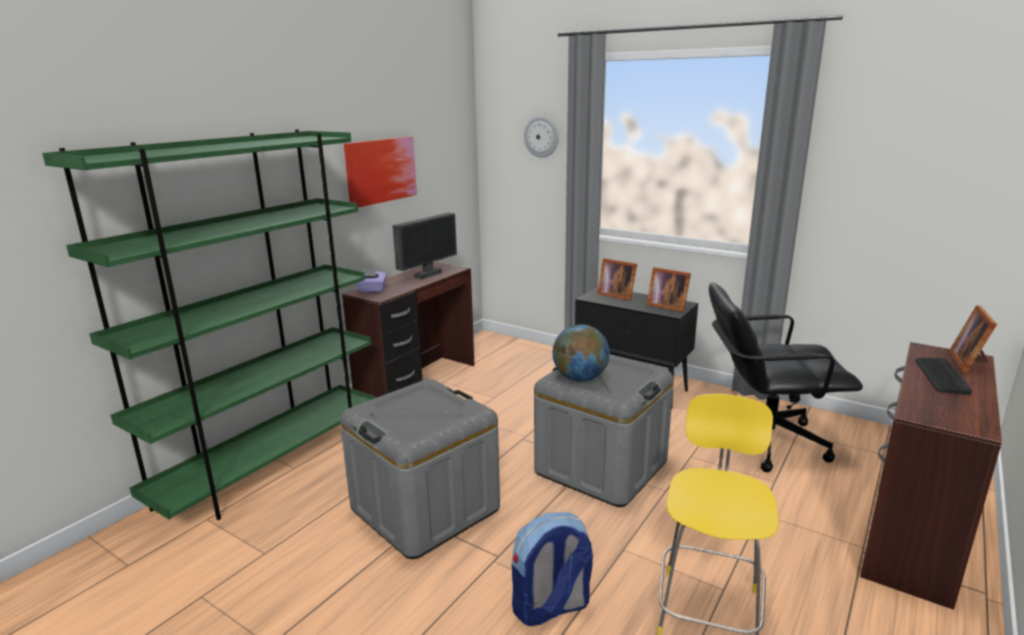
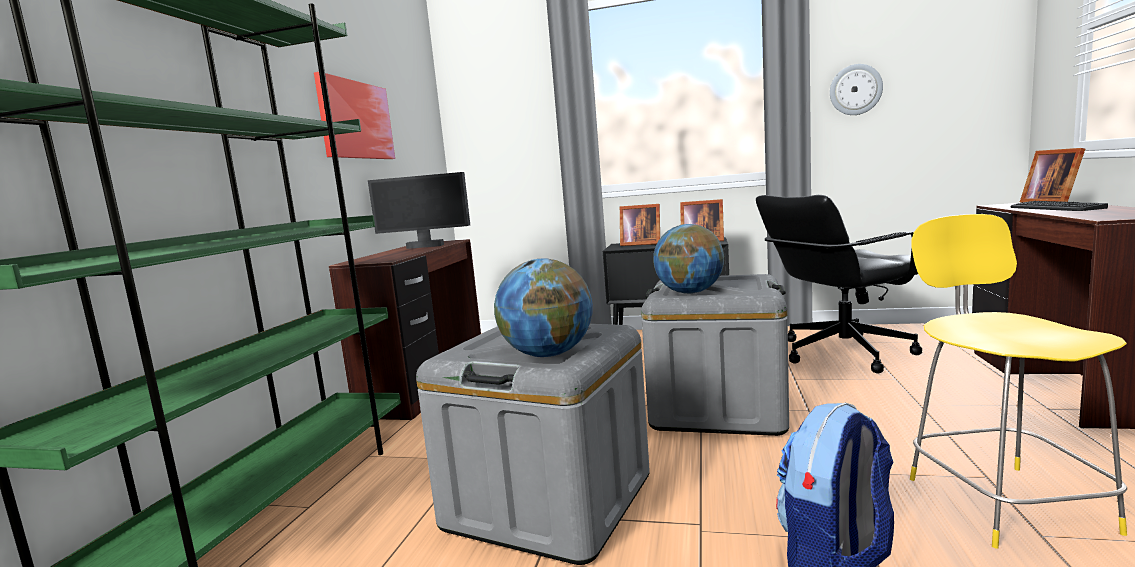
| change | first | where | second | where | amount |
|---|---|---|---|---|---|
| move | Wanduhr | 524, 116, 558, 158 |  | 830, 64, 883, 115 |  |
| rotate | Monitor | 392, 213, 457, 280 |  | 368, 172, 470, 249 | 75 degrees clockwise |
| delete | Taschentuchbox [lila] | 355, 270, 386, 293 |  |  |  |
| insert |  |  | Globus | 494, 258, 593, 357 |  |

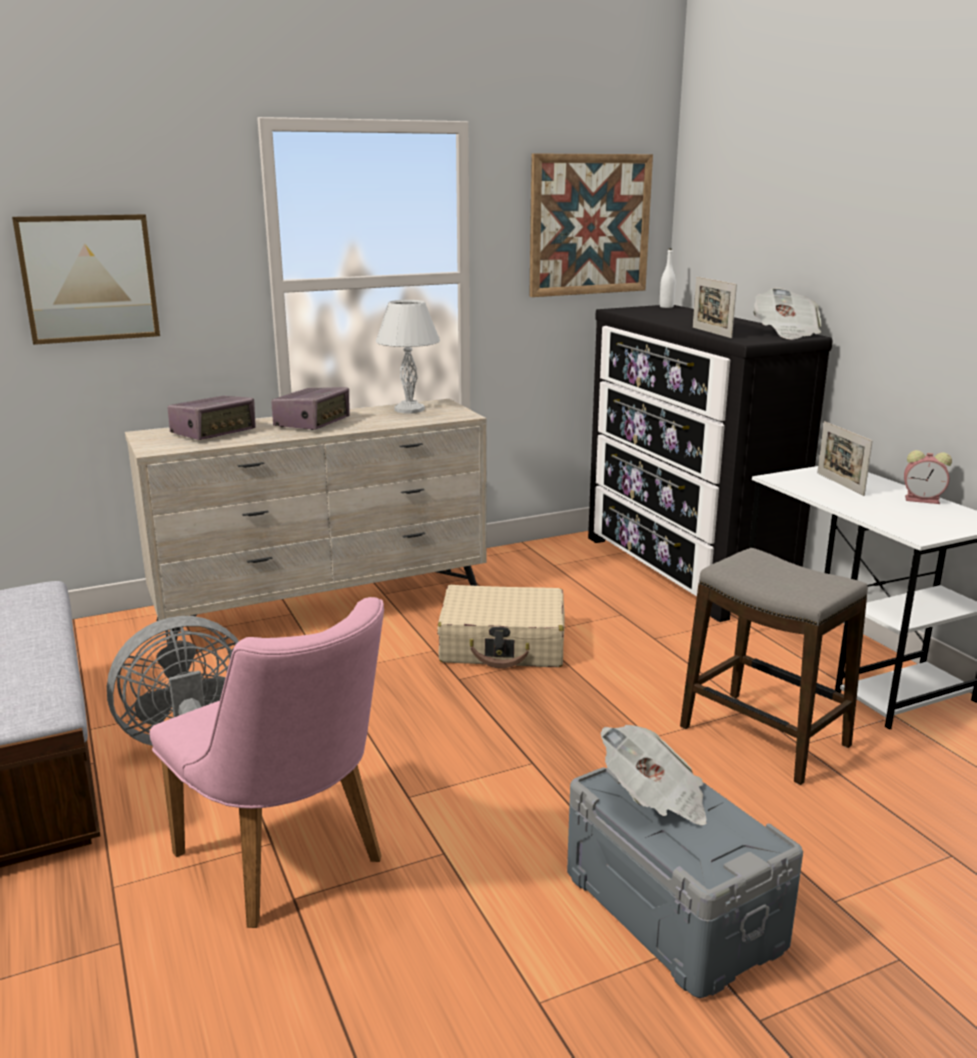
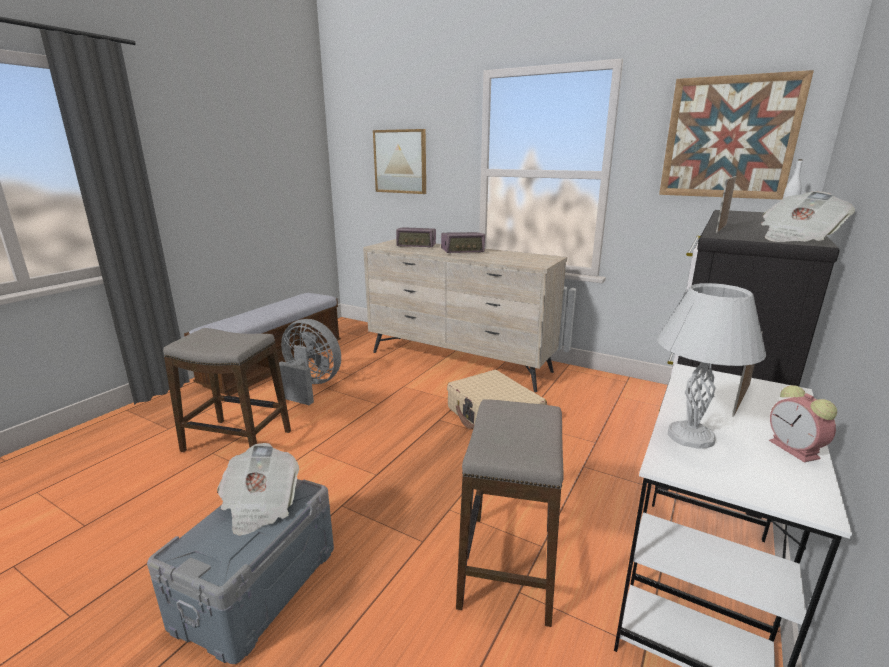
| change | first | where | second | where | amount |
|---|---|---|---|---|---|
| move | Tischlampe [weiß] | 376, 300, 440, 414 |  | 657, 283, 766, 449 |  |
| replace | Stuhl [rosa] | 150, 597, 384, 928 | Hocker | 163, 328, 291, 452 |  |

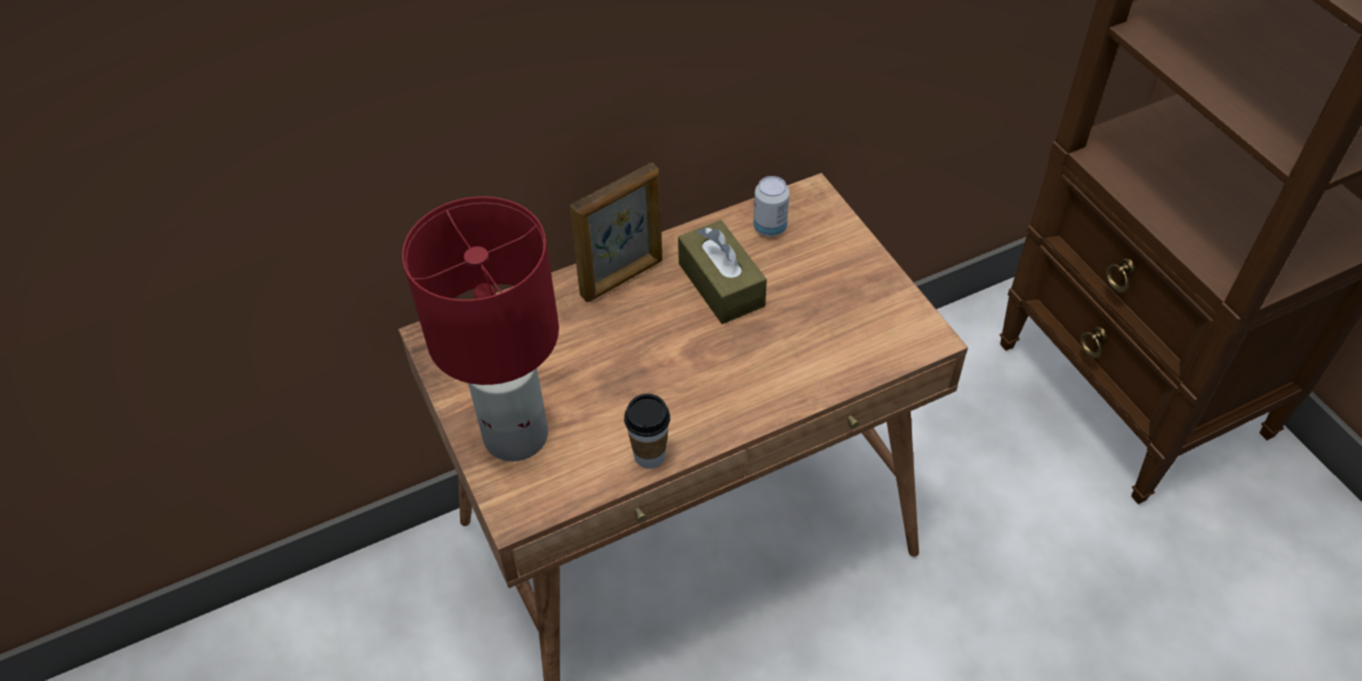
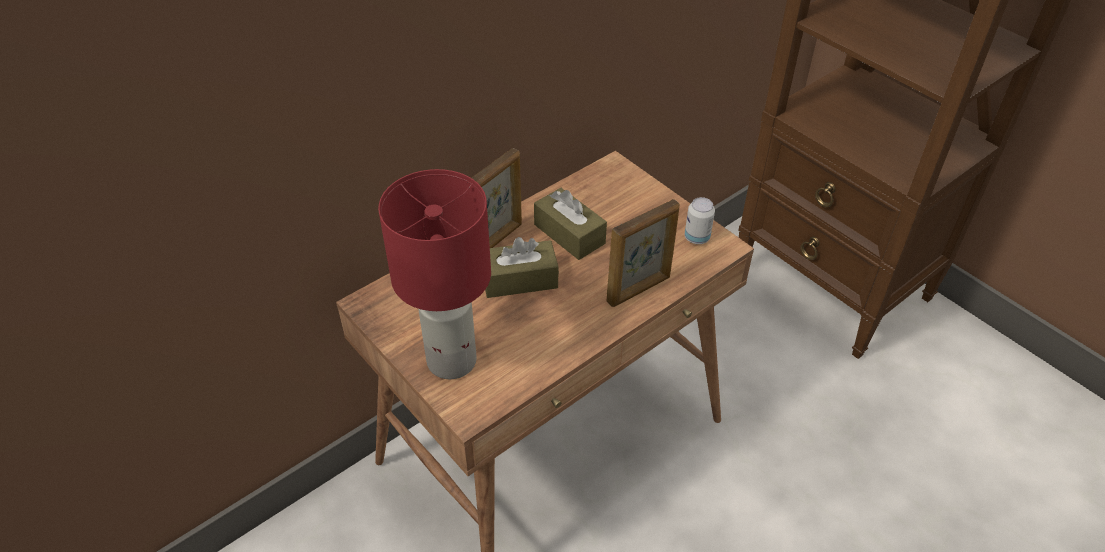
| change | first | where | second | where | amount |
|---|---|---|---|---|---|
| move | Dose | 753, 176, 789, 237 |  | 685, 197, 715, 244 |  |
| delete | Tasse | 624, 394, 670, 469 |  |  |  |
| insert |  |  | Bilderrahmen | 606, 199, 680, 307 |  |
| insert |  |  | Taschentuchbox [braun] | 485, 237, 559, 298 |  |

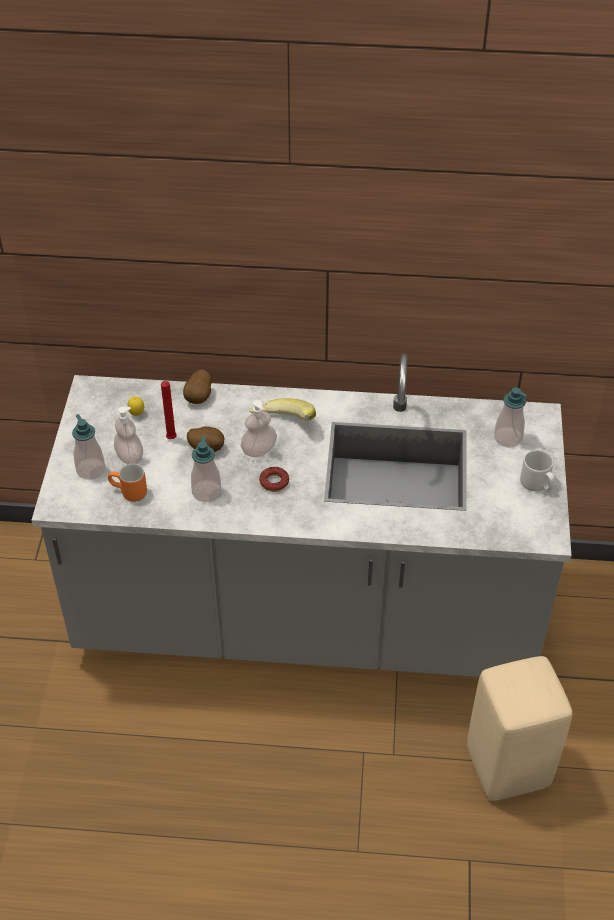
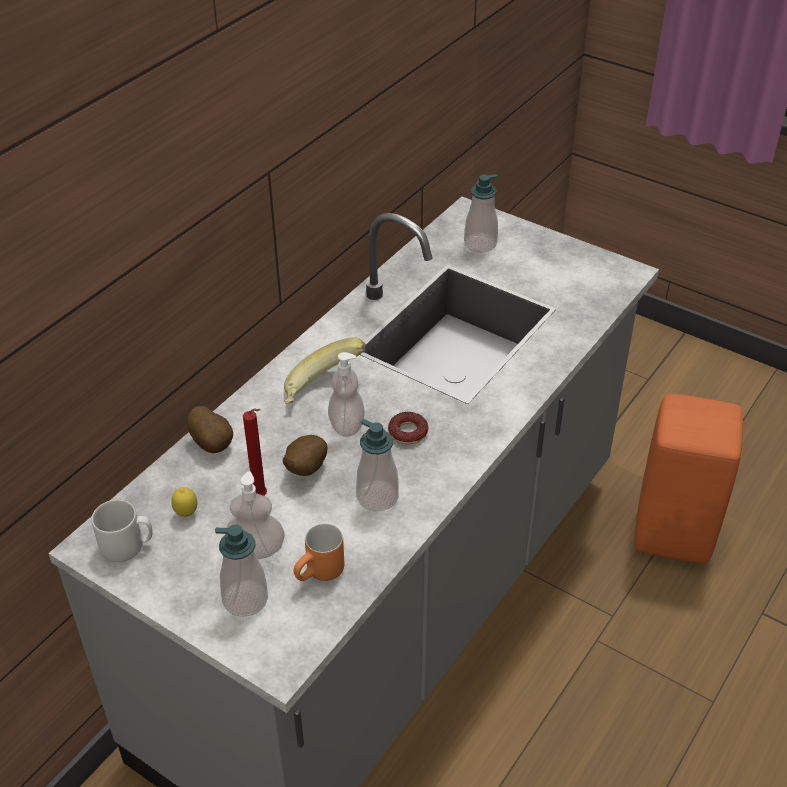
| change | first | where | second | where | amount |
|---|---|---|---|---|---|
| move | Henkelbecher [grau] | 520, 450, 554, 492 |  | 92, 500, 153, 562 |  |
| recolor | Hocker [beige] | 467, 656, 573, 801 | Hocker [orange] | 635, 394, 743, 563 |  |

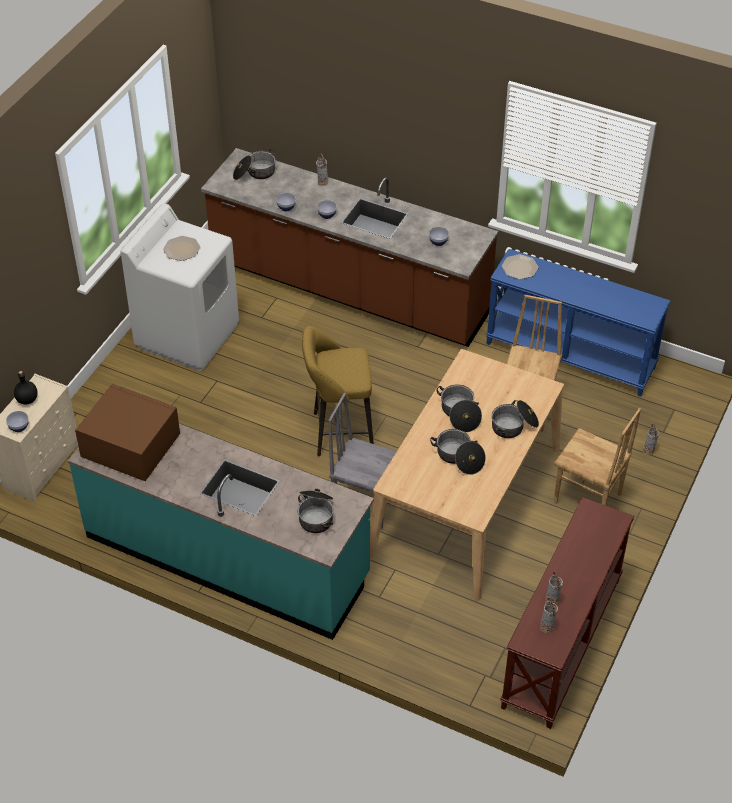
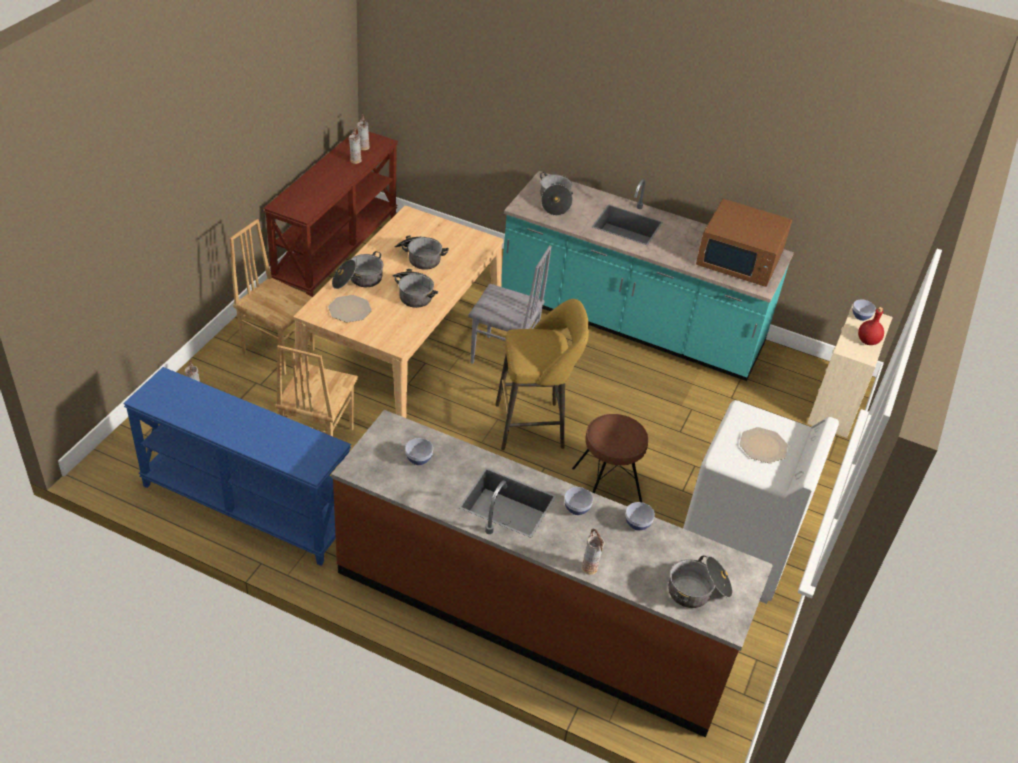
| change | first | where | second | where | amount |
|---|---|---|---|---|---|
| move | Teller | 502, 254, 538, 279 |  | 328, 295, 372, 322 |  |
| recolor | Flasche [schwarz] | 14, 371, 38, 404 | Flasche [rot] | 858, 307, 884, 345 |  |
| insert |  |  | Hocker [braun] | 572, 414, 649, 502 |  |

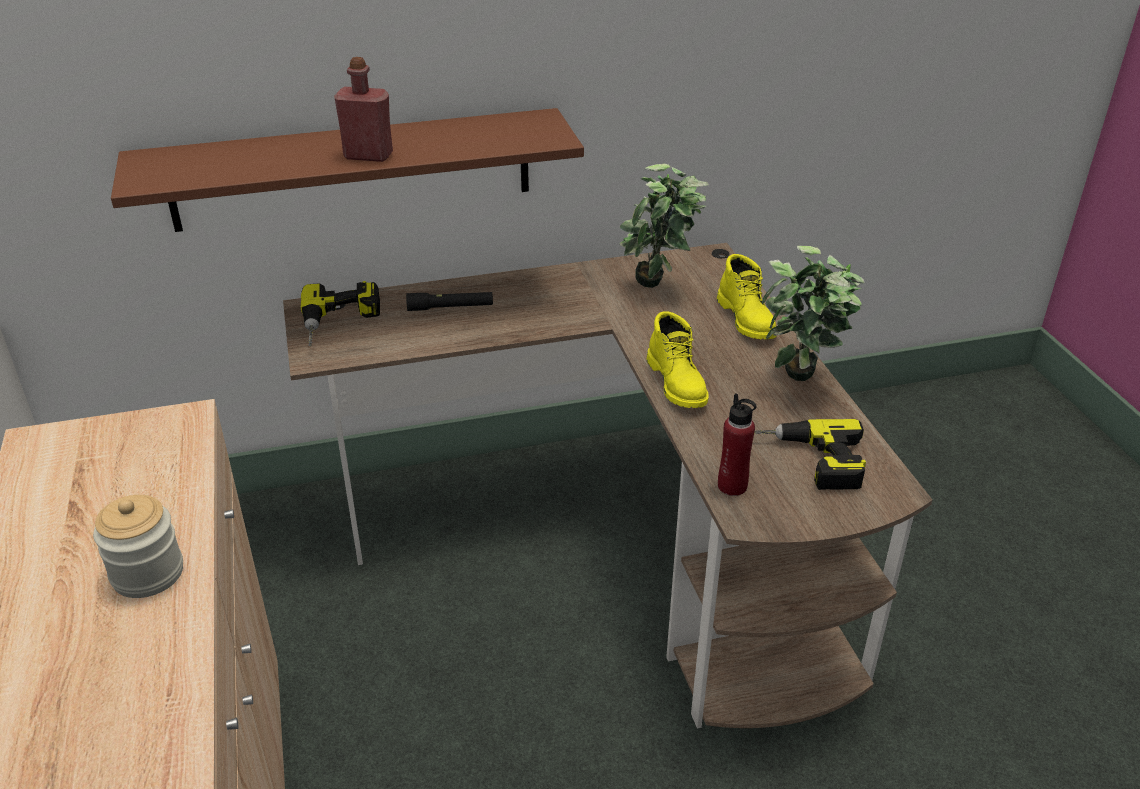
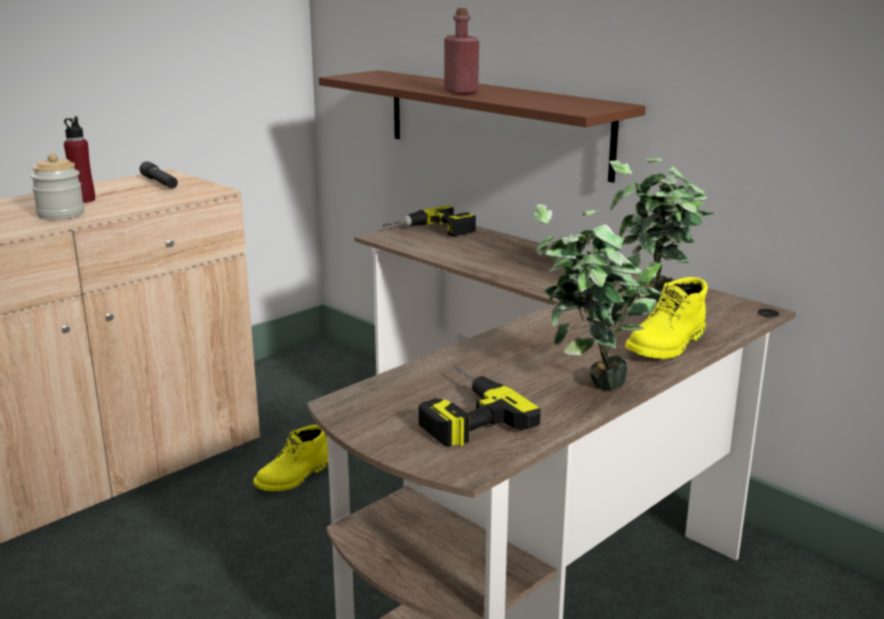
| change | first | where | second | where | amount |
|---|---|---|---|---|---|
| move | Taschenlampe [schwarz] | 406, 292, 493, 311 |  | 140, 161, 178, 188 |  |
| move | Stiefel [gelb] | 646, 311, 709, 408 |  | 253, 425, 328, 491 |  |
| move | Flasche [rot] | 718, 393, 757, 496 |  | 64, 117, 95, 203 |  |

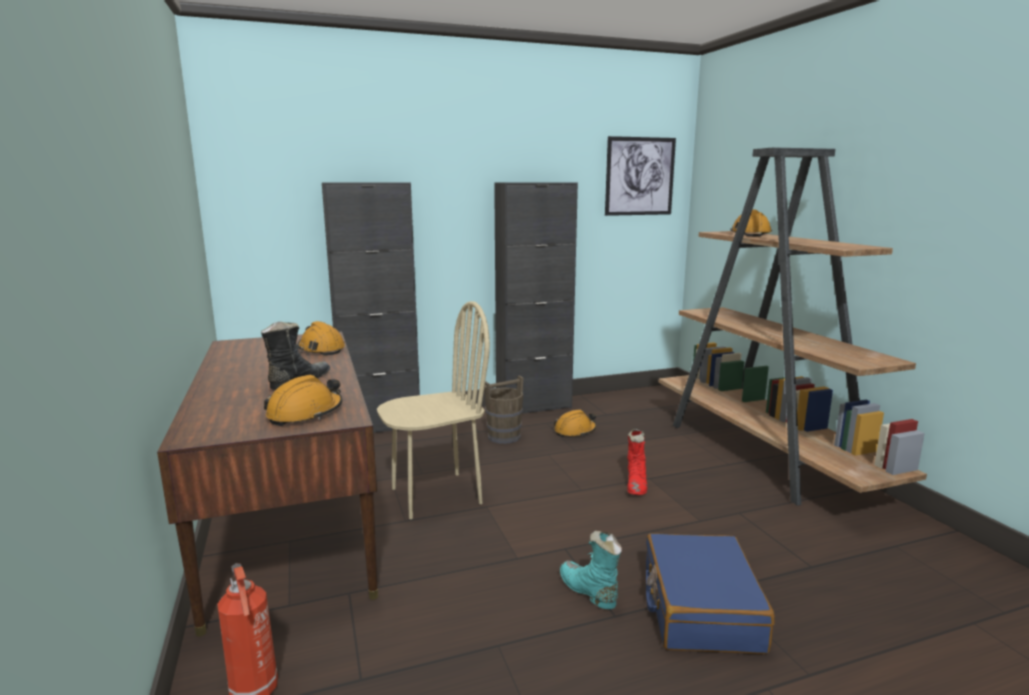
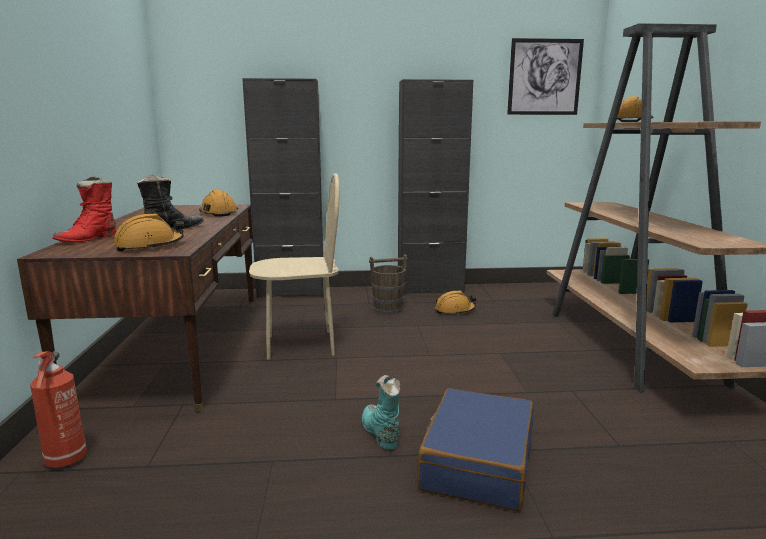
| change | first | where | second | where | amount |
|---|---|---|---|---|---|
| move | Stiefel [rot] | 627, 429, 647, 495 |  | 52, 176, 116, 242 |  |

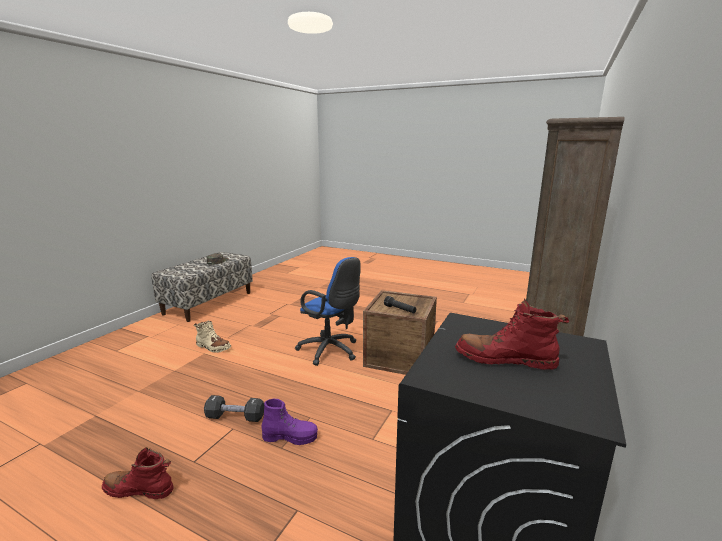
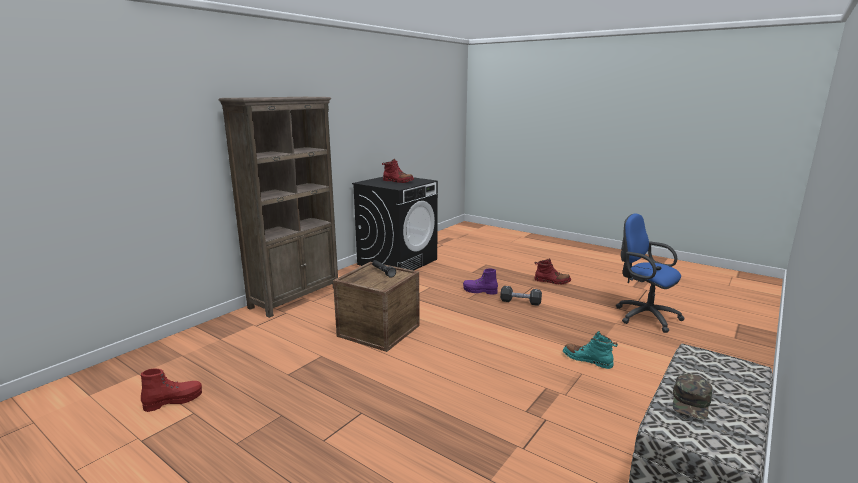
| change | first | where | second | where | amount |
|---|---|---|---|---|---|
| move | Bürostuhl [blau] | 295, 257, 361, 366 |  | 616, 213, 685, 333 |  |
| recolor | Stiefel [beige] | 193, 320, 231, 353 | Stiefel [türkis] | 563, 331, 618, 369 |  |
| insert |  |  | Stiefel [rot] | 141, 369, 202, 412 |  |

